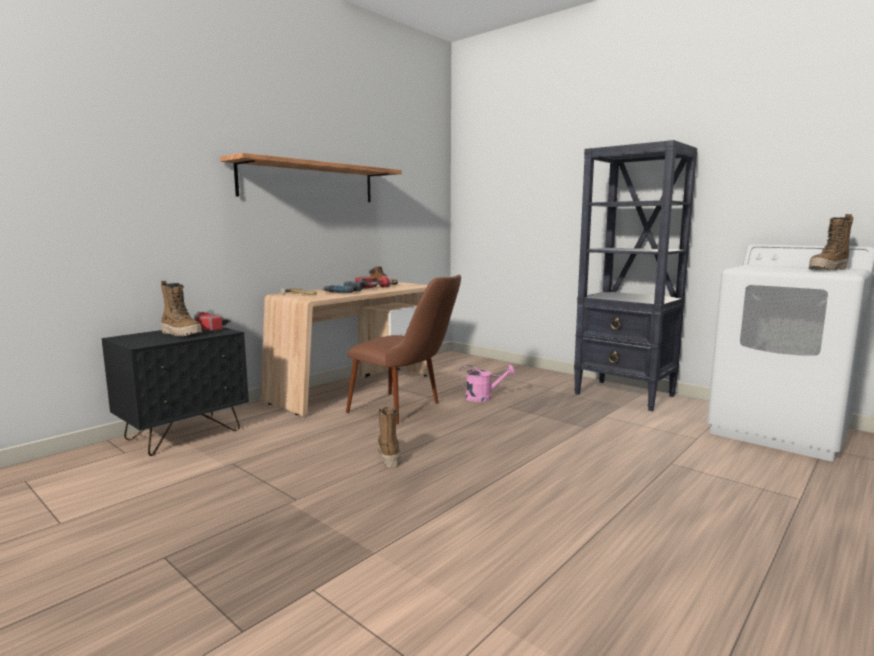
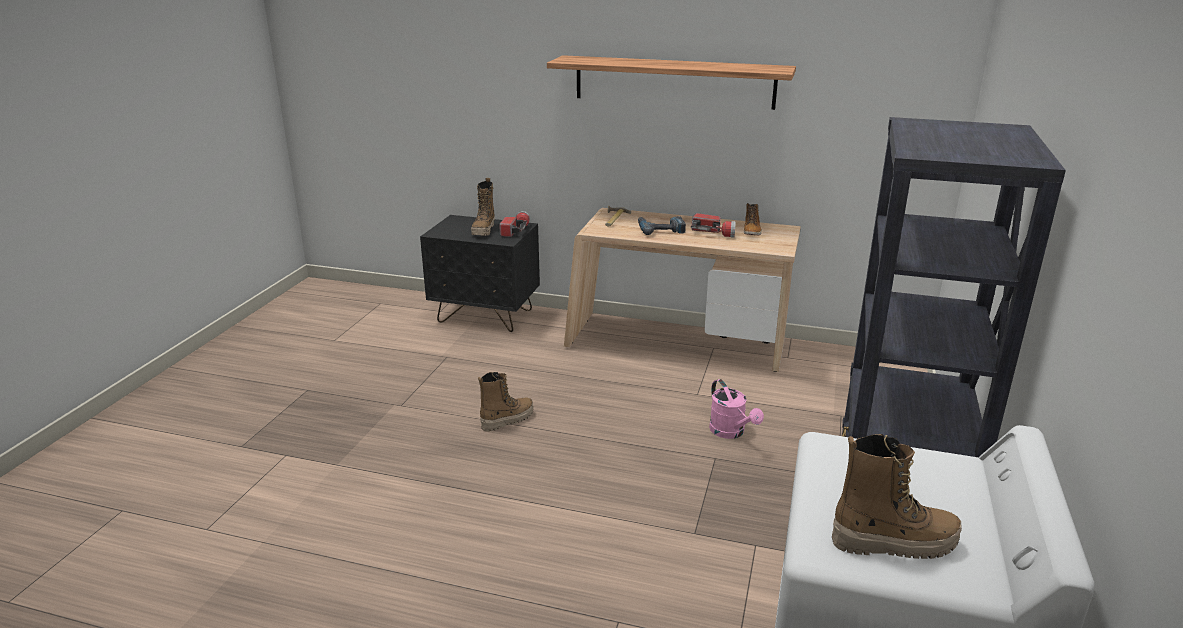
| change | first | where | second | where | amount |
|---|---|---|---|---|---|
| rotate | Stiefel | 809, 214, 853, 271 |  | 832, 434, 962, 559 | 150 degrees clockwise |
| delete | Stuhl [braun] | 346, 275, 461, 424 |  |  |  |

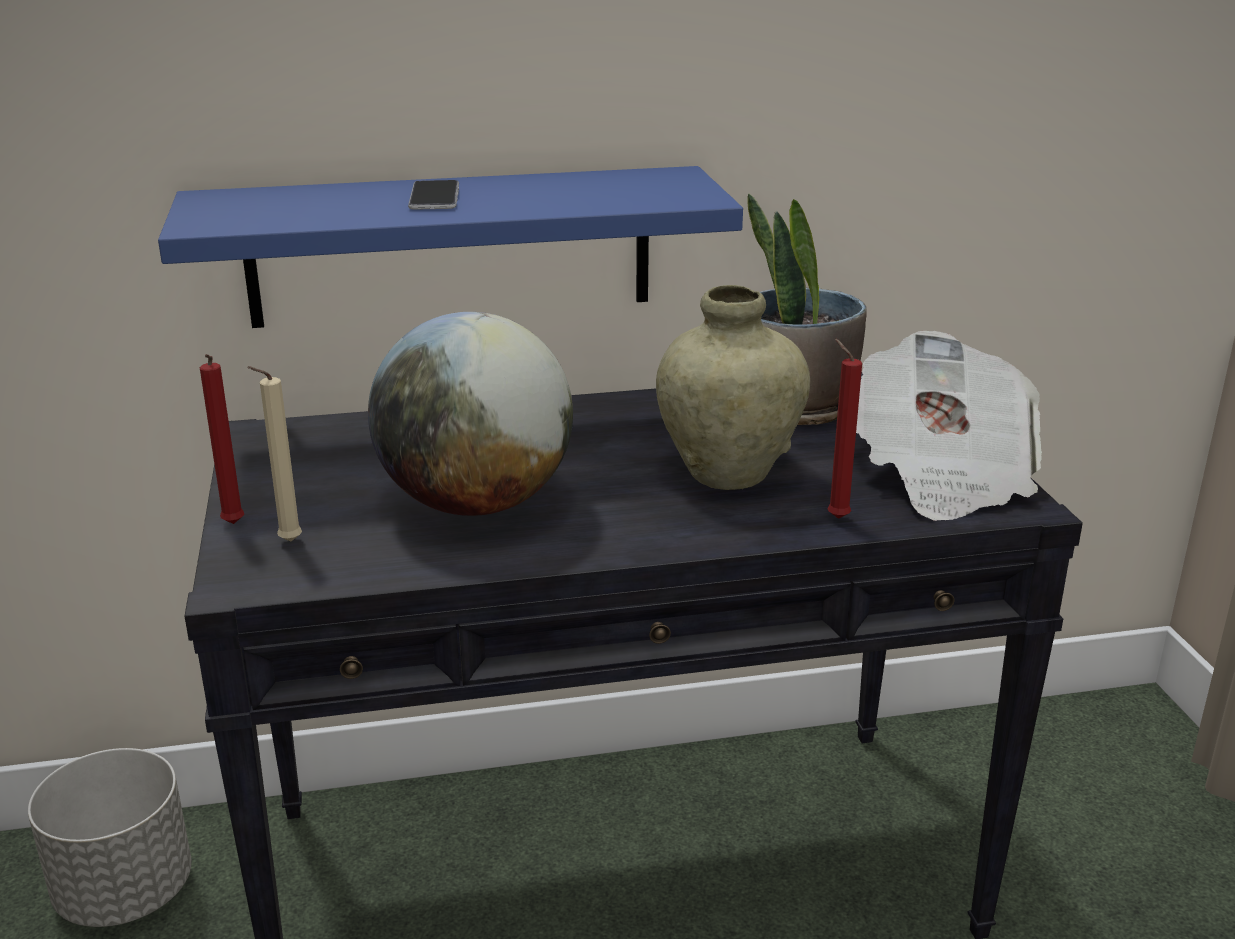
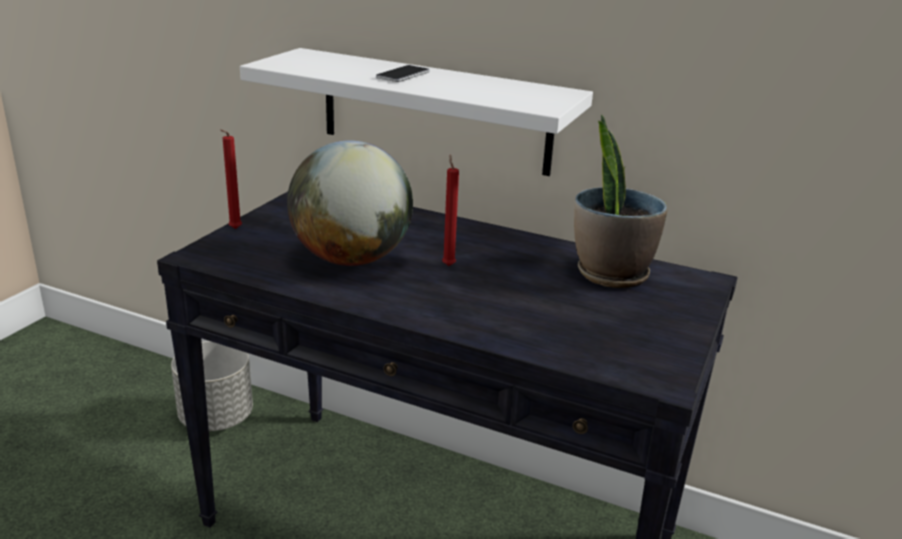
| change | first | where | second | where | amount |
|---|---|---|---|---|---|
| recolor | Wandregal [blau] | 158, 166, 743, 328 | Wandregal [weiß] | 240, 48, 593, 176 |  |
| delete | Vase [beige] | 656, 285, 810, 490 |  |  |  |
| delete | Zeitung | 856, 331, 1042, 521 |  |  |  |
| move | Kerze [rot] | 827, 339, 862, 519 |  | 442, 155, 459, 266 |  |
| delete | Kerze [beige] | 247, 366, 302, 542 |  |  |  |

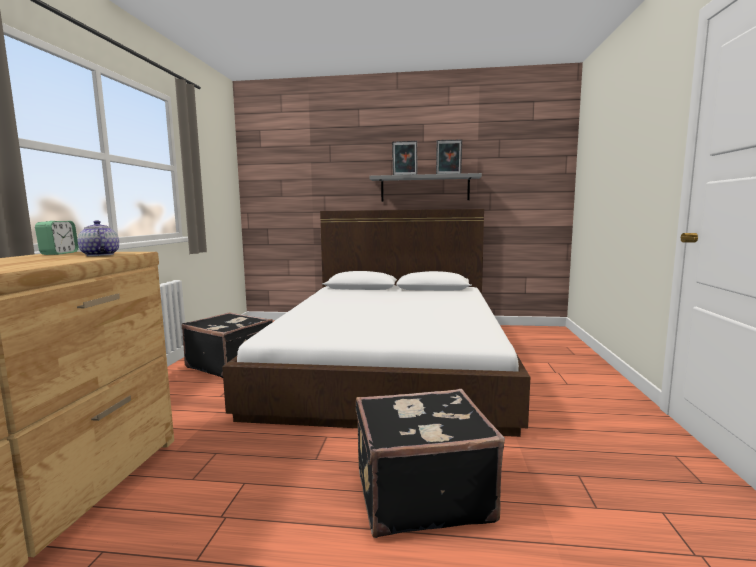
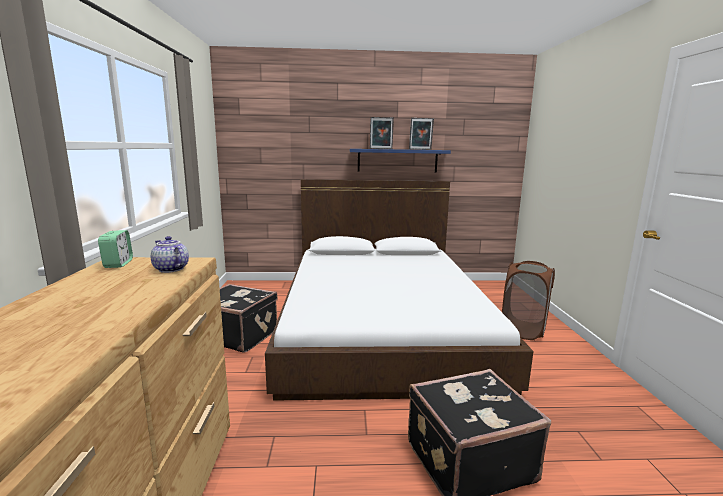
| change | first | where | second | where | amount |
|---|---|---|---|---|---|
| recolor | Wandregal [grau] | 369, 173, 482, 202 | Wandregal [blau] | 350, 149, 451, 173 |  |
| insert |  |  | Wäschekorb [braun] | 502, 261, 555, 340 |  |

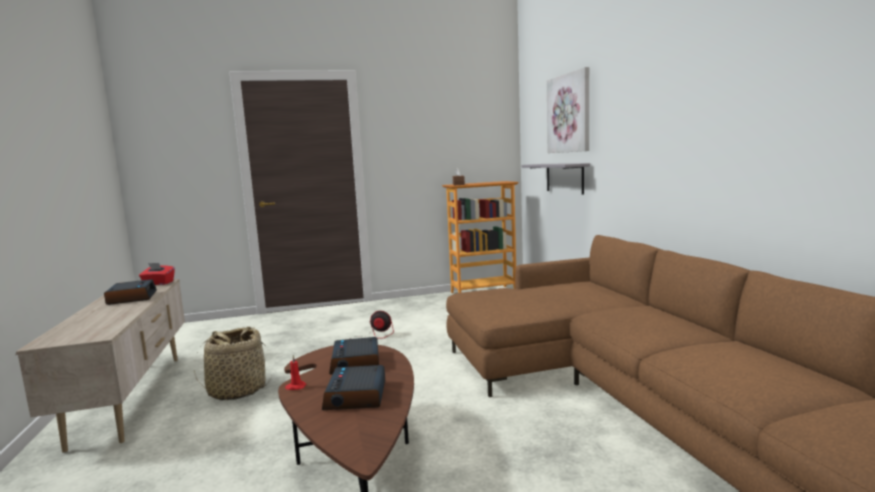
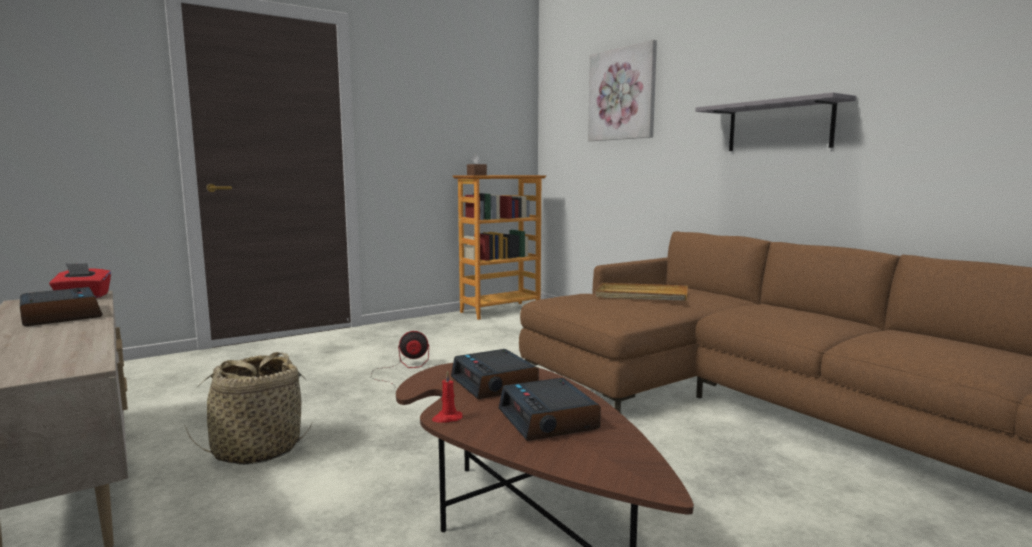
| change | first | where | second | where | amount |
|---|---|---|---|---|---|
| move | Wandregal [grau] | 522, 163, 590, 194 |  | 695, 92, 857, 151 |  |
| insert |  |  | Tablett [beige] | 596, 283, 688, 301 |  |

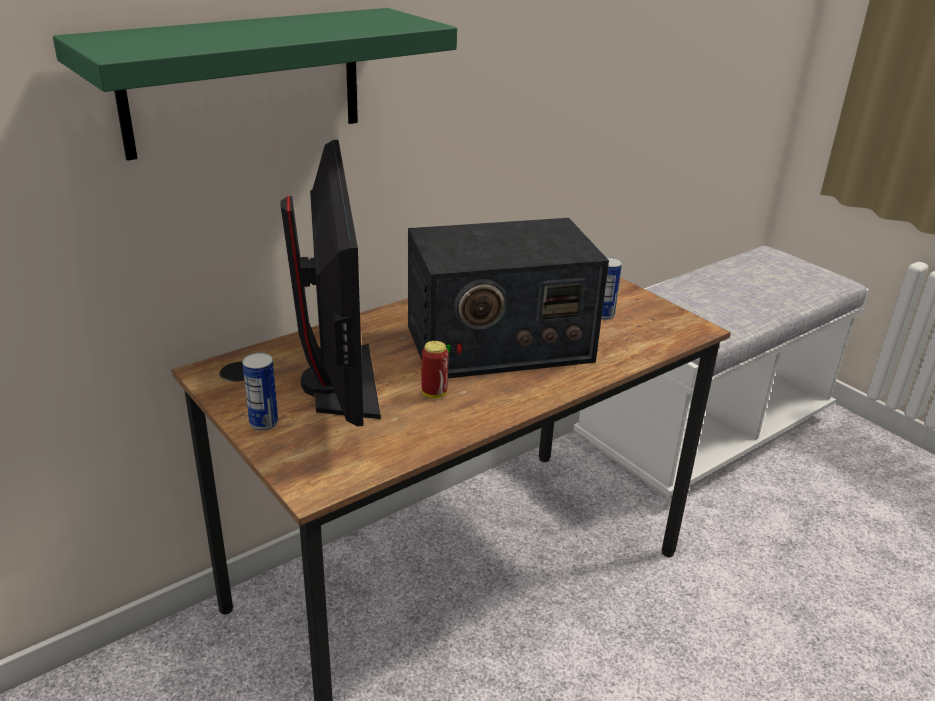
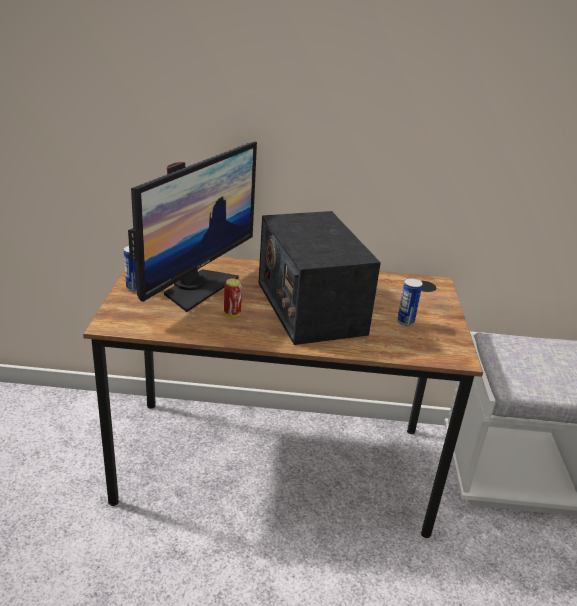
| change | first | where | second | where | amount |
|---|---|---|---|---|---|
| delete | Wandregal [grün] | 53, 8, 457, 161 |  |  |  |
| rotate | Radio | 408, 218, 609, 378 |  | 259, 211, 381, 345 | 45 degrees clockwise |

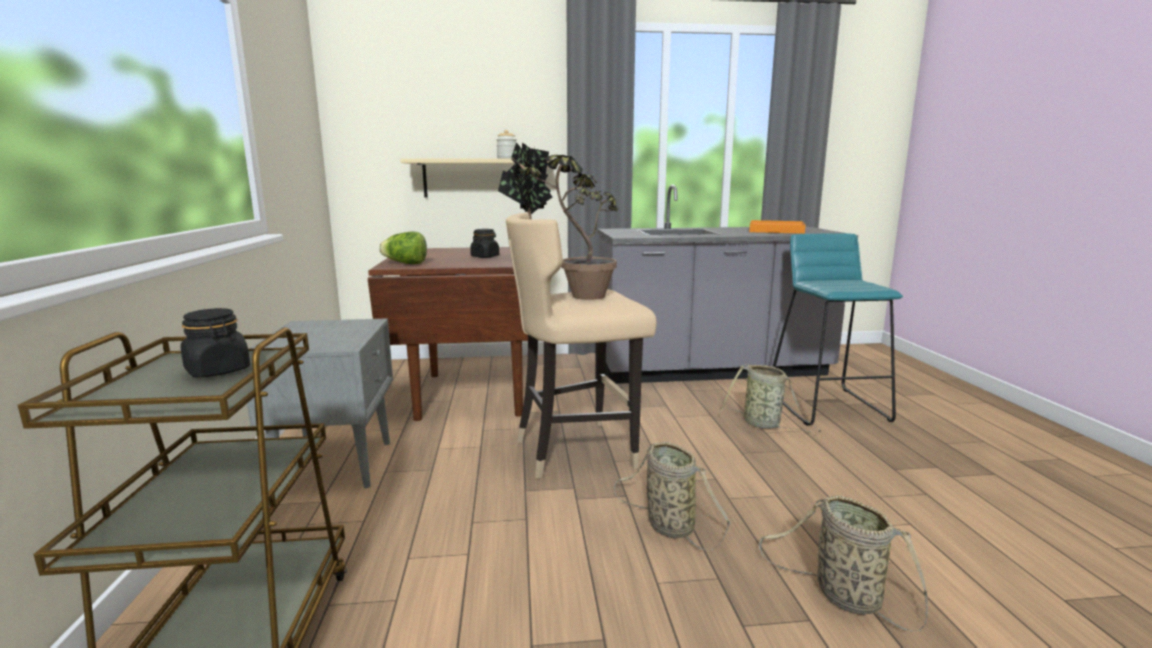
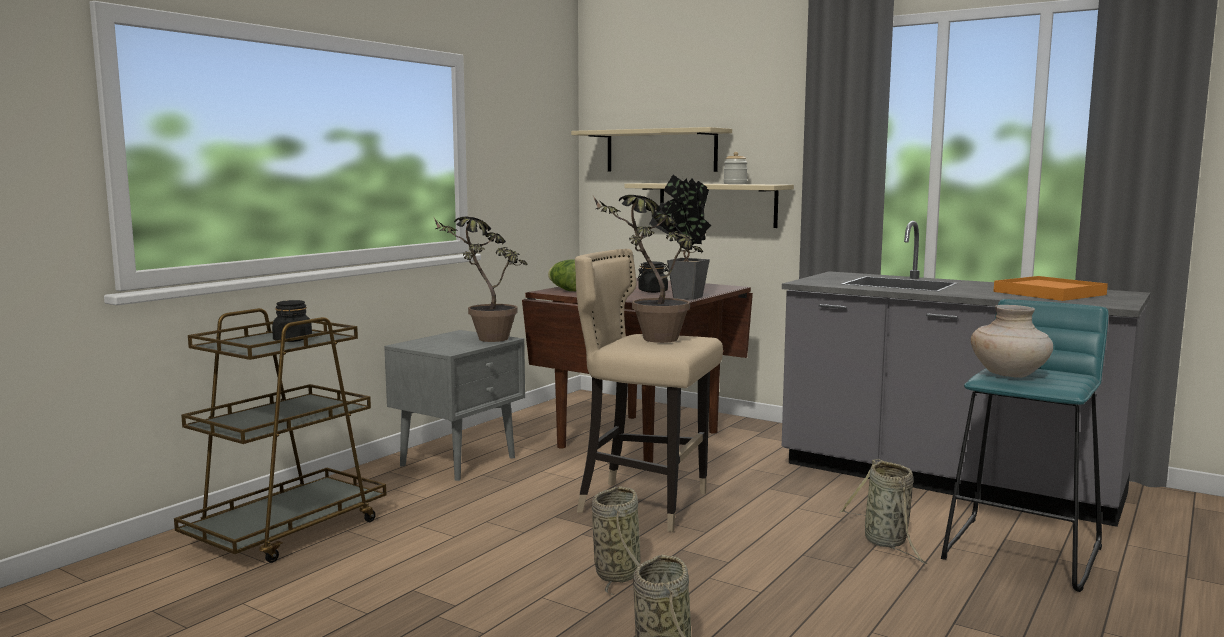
| change | first | where | second | where | amount |
|---|---|---|---|---|---|
| insert |  |  | Wandregal [beige] | 571, 127, 732, 172 |  |
| insert |  |  | Topfpflanze | 433, 216, 528, 342 |  |
| insert |  |  | Vase [beige] | 971, 305, 1053, 378 |  |

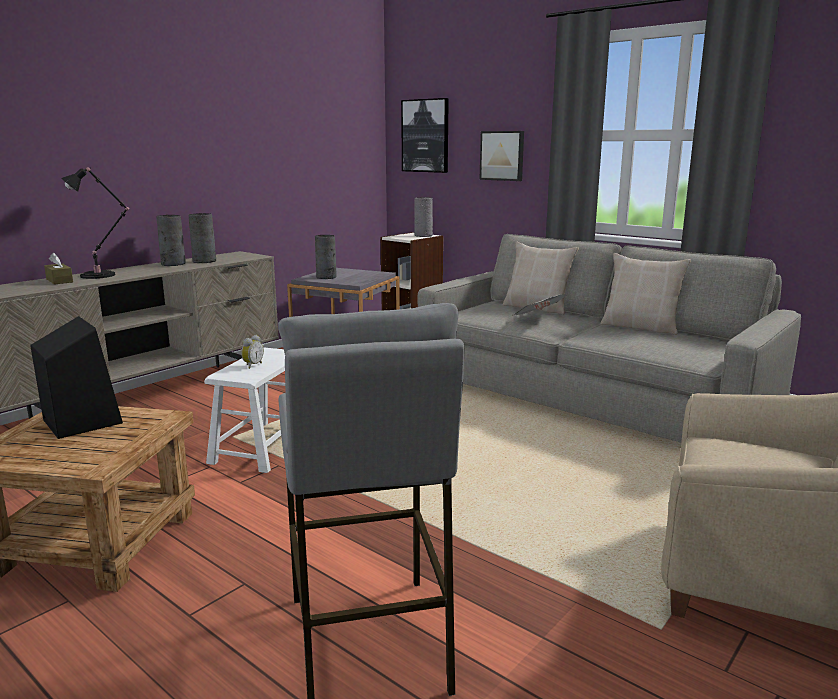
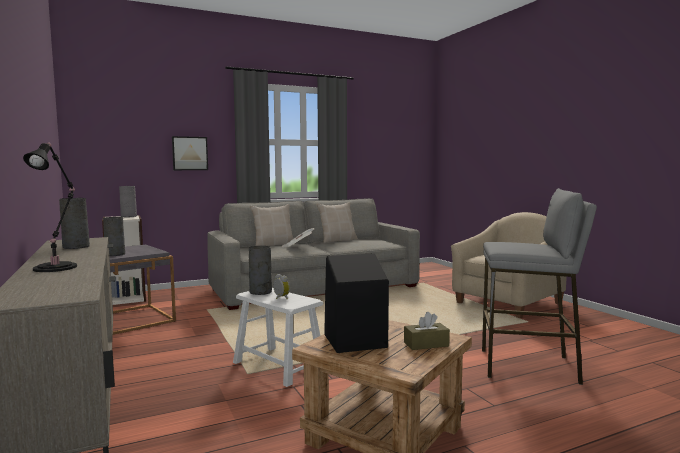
| change | first | where | second | where | amount |
|---|---|---|---|---|---|
| delete | Bild | 401, 98, 449, 173 |  |  |  |
| move | Vase [grau] | 156, 215, 186, 266 |  | 249, 246, 272, 295 |  |
| move | Taschentuchbox [braun] | 44, 253, 73, 285 |  | 404, 312, 450, 350 |  |

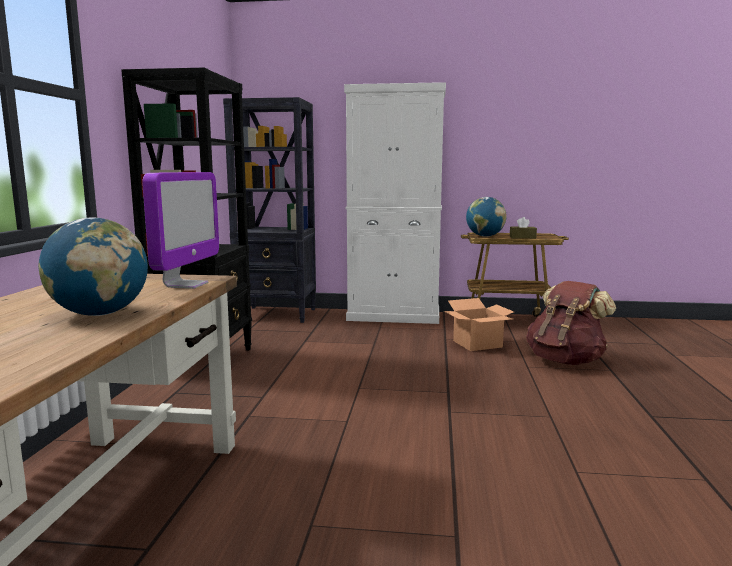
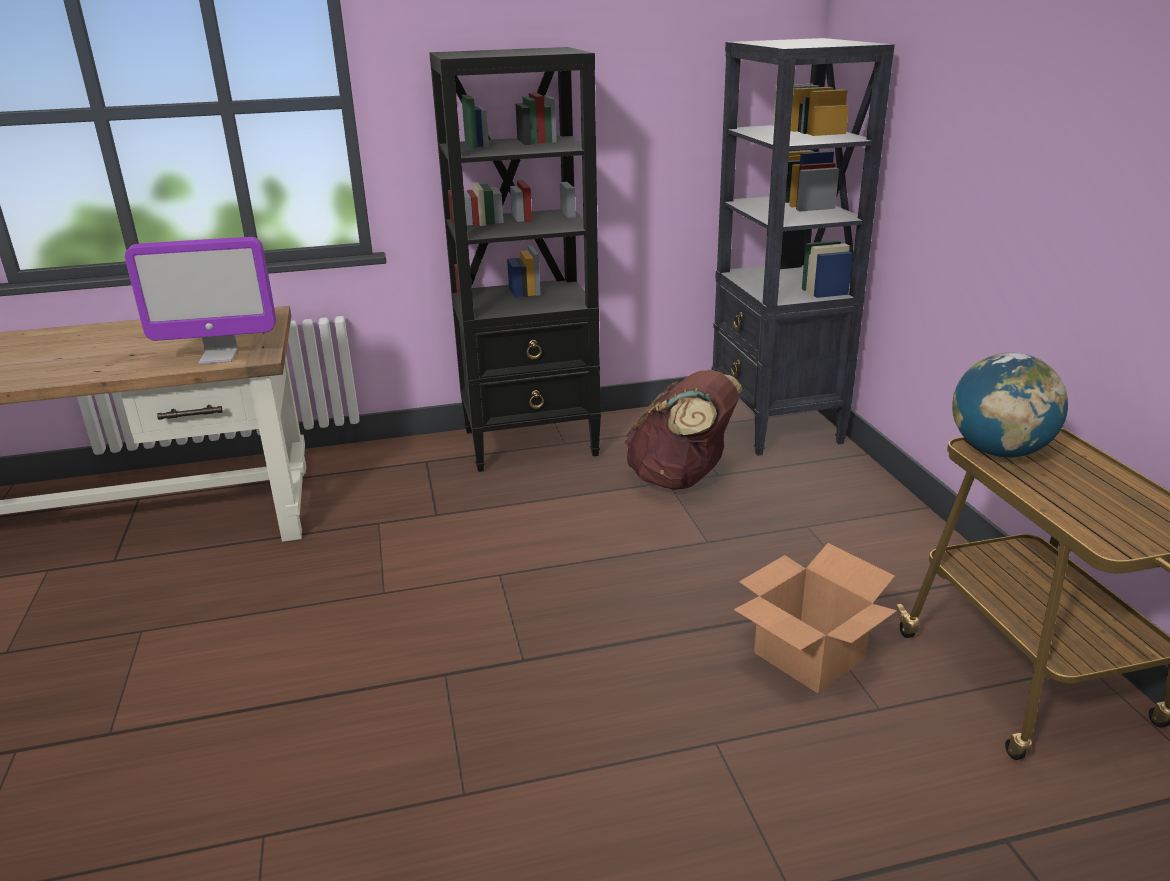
| change | first | where | second | where | amount |
|---|---|---|---|---|---|
| delete | Schrank [weiß] | 344, 82, 446, 324 |  |  |  |
| delete | Taschentuchbox [braun] | 510, 217, 537, 239 |  |  |  |
| delete | Globus | 38, 218, 148, 316 |  |  |  |
| move | Rucksack [braun] | 526, 281, 616, 365 |  | 624, 370, 742, 490 |  |

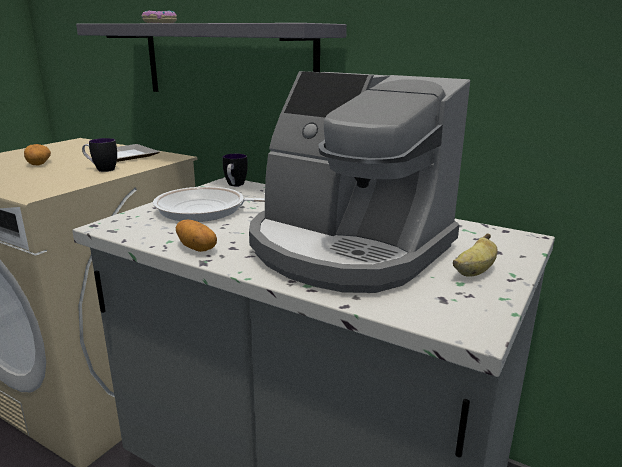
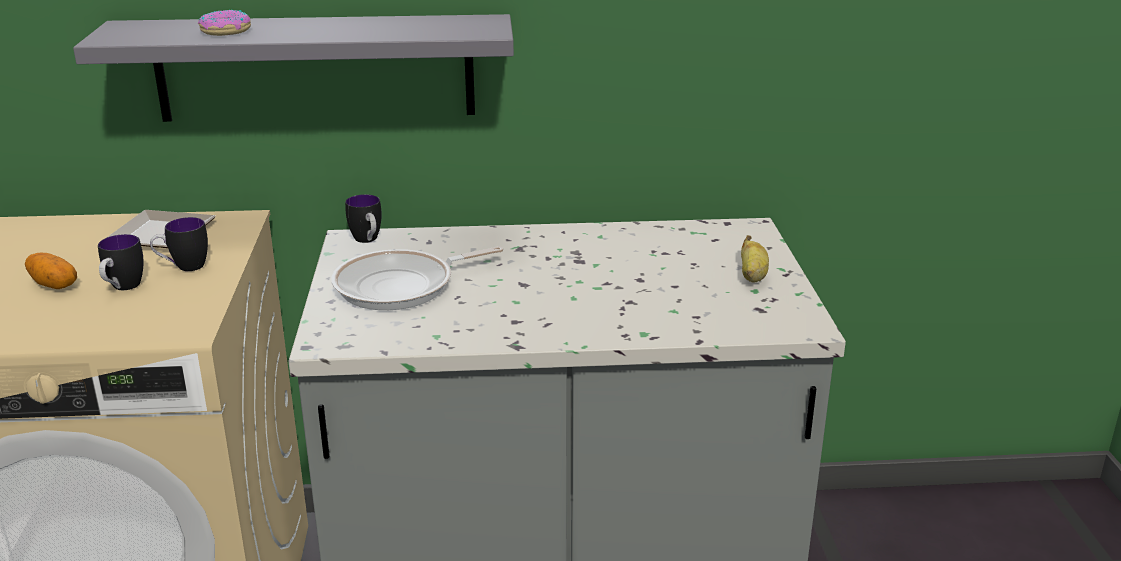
| change | first | where | second | where | amount |
|---|---|---|---|---|---|
| delete | Kaffeemaschine | 249, 71, 470, 293 |  |  |  |
| delete | Kartoffel | 176, 220, 217, 252 |  |  |  |
| insert |  |  | Henkelbecher | 98, 234, 144, 290 |  |

